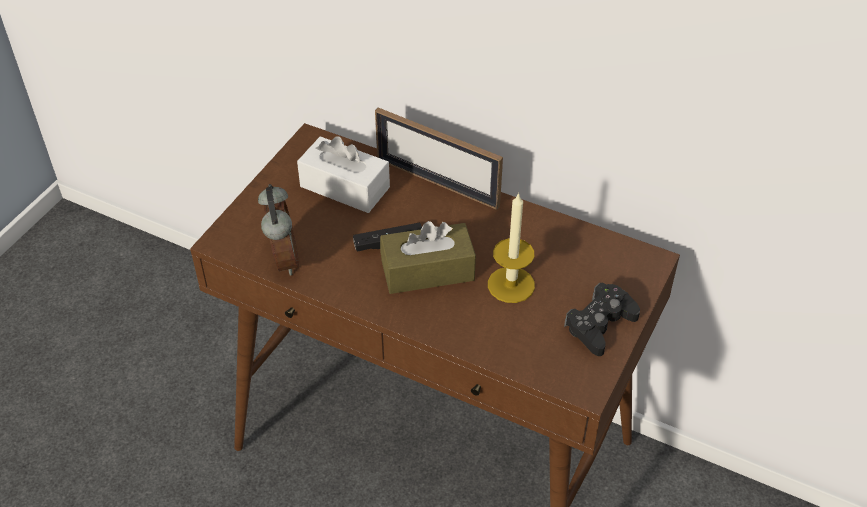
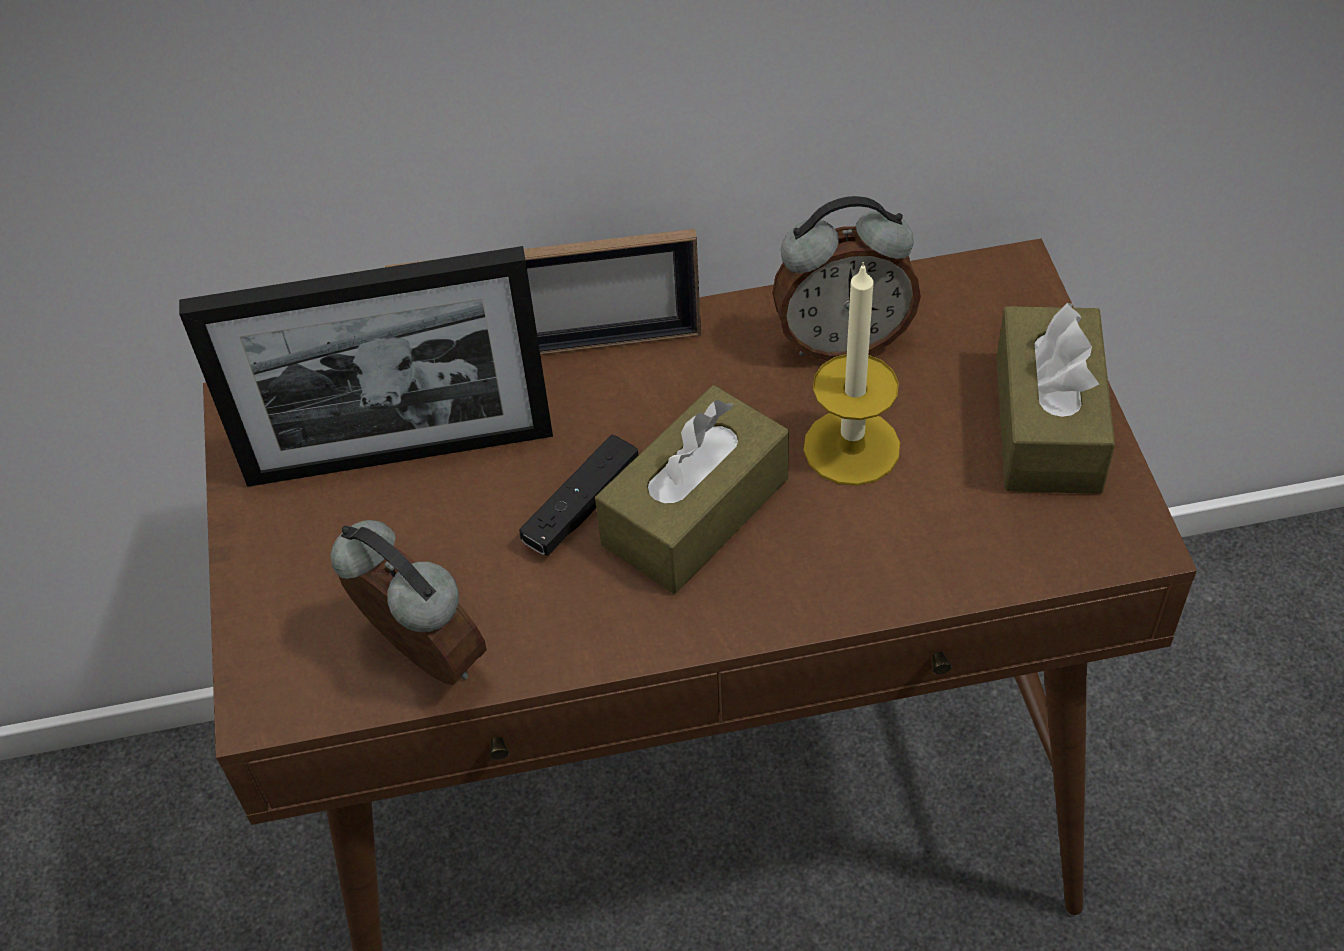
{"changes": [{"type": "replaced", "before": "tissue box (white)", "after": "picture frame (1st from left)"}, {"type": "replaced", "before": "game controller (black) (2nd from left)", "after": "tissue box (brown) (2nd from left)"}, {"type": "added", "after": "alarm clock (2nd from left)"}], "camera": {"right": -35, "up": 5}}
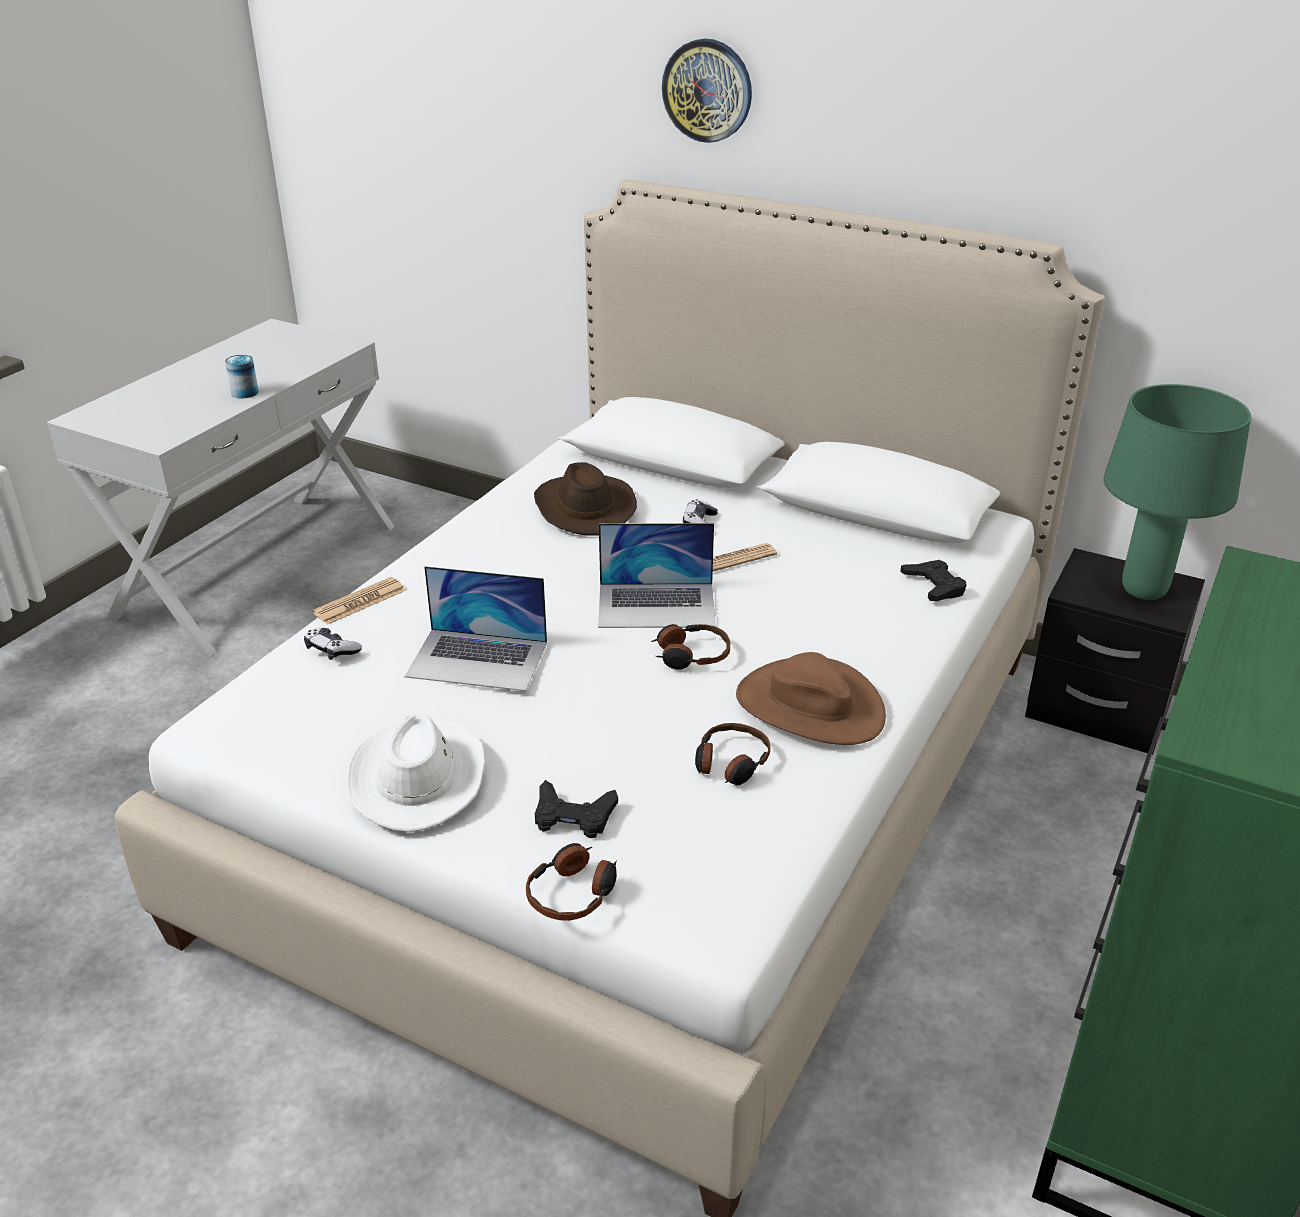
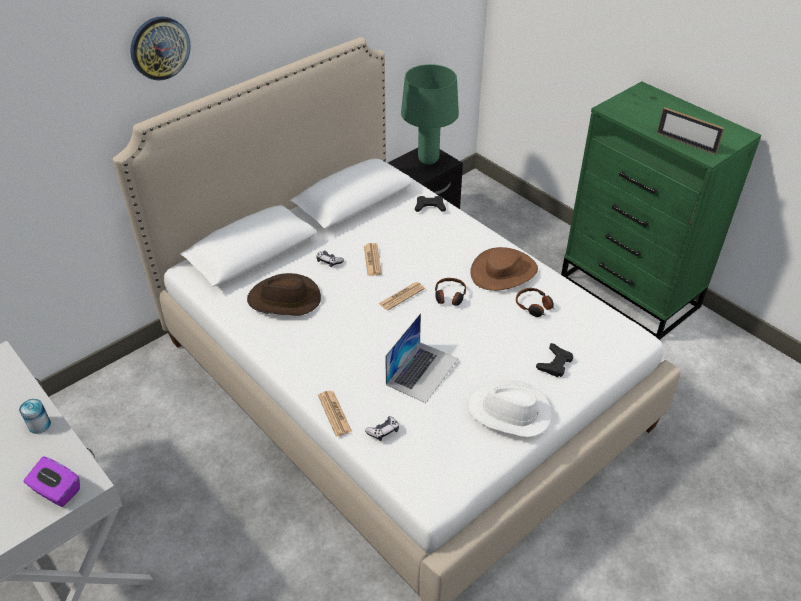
{"changes": [{"type": "replaced", "before": "laptop (2nd from left)", "after": "newspaper (3rd from left)"}, {"type": "removed", "before": "headphones (1st from left)"}, {"type": "added", "after": "picture frame"}, {"type": "added", "after": "tissue box (purple)"}], "camera": {"right": -70, "up": 10}}
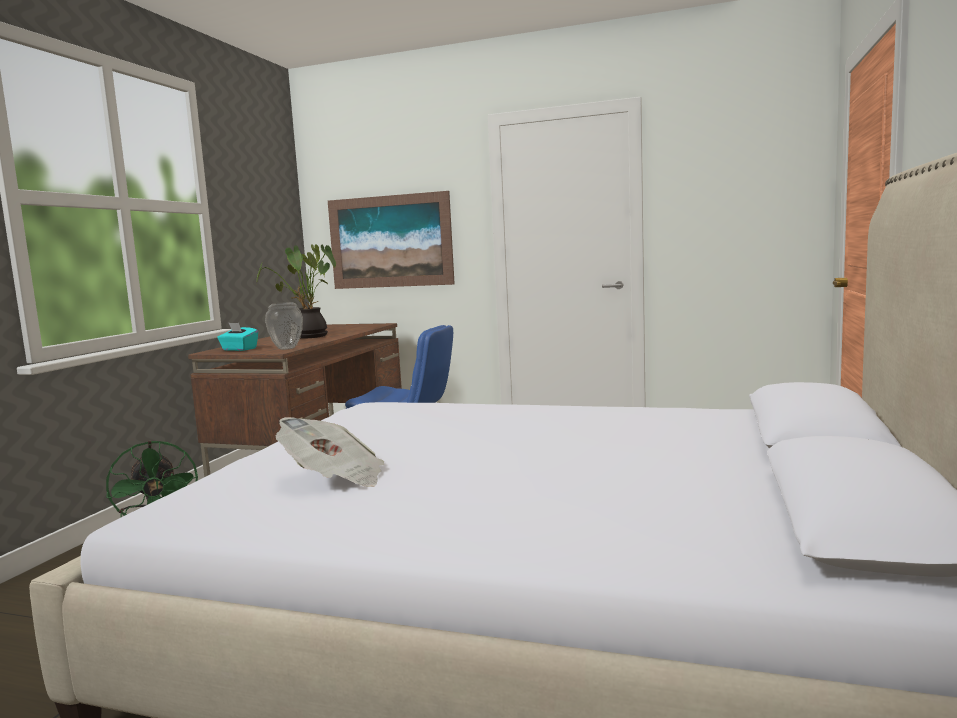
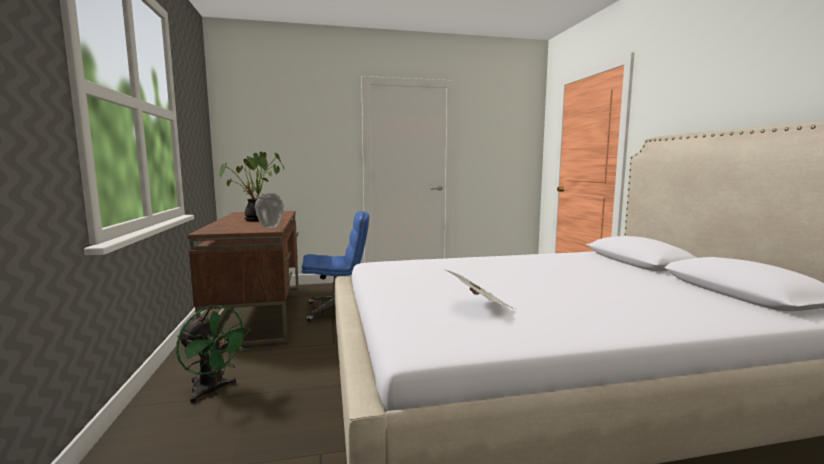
{"changes": [{"type": "removed", "before": "picture"}, {"type": "removed", "before": "tissue box (turquoise)"}], "camera": {"right": -30, "up": 0}}
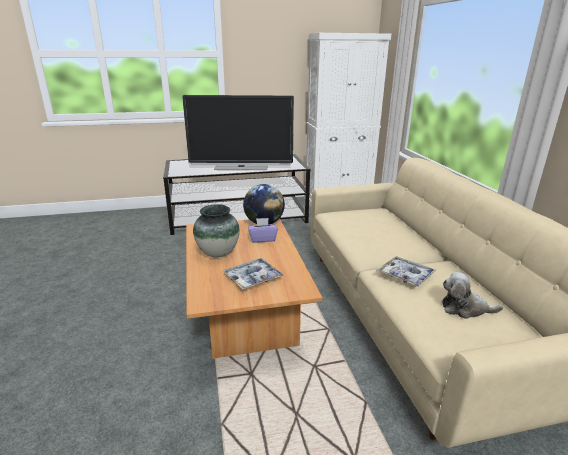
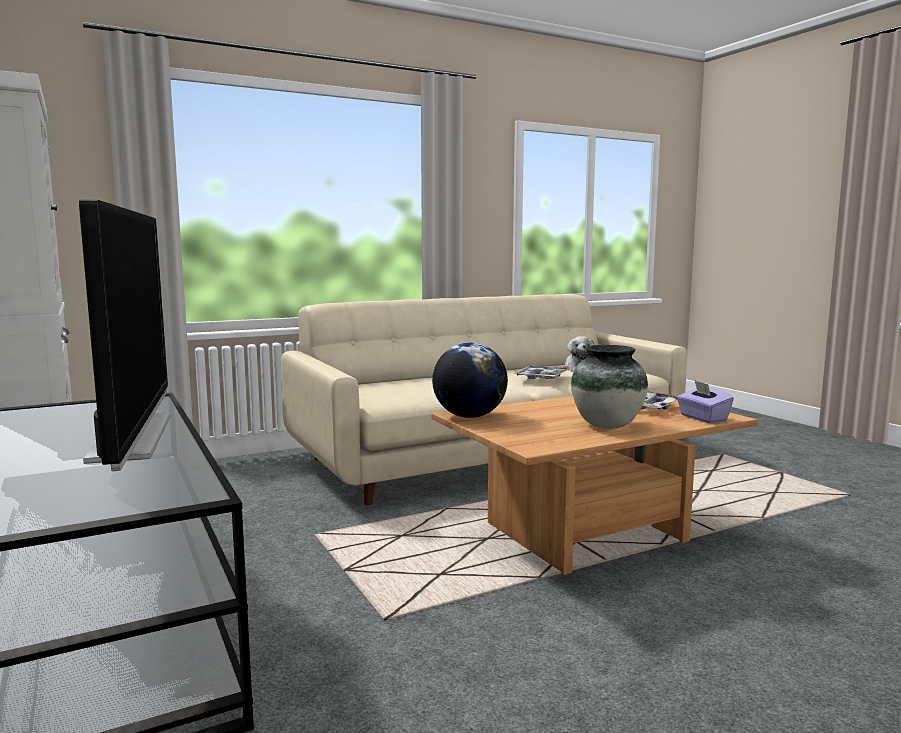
{"changes": [{"type": "moved", "before": "tissue box (purple)"}], "camera": {"right": -105, "up": -15}}
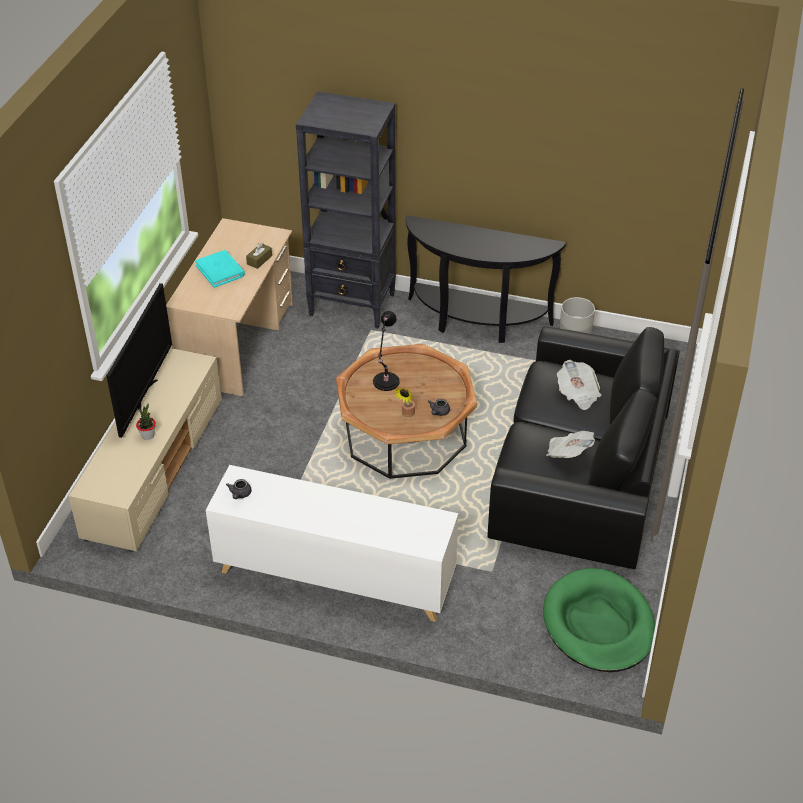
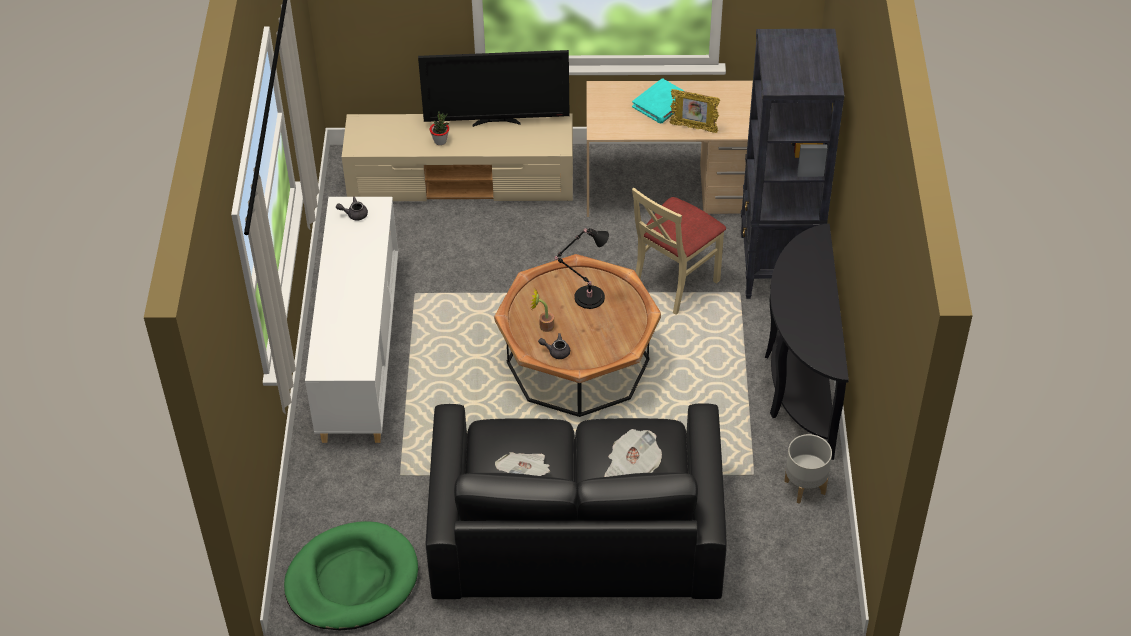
{"changes": [{"type": "replaced", "before": "tissue box (brown)", "after": "picture frame"}, {"type": "added", "after": "chair (beige)"}], "camera": {"right": 75, "up": 5}}
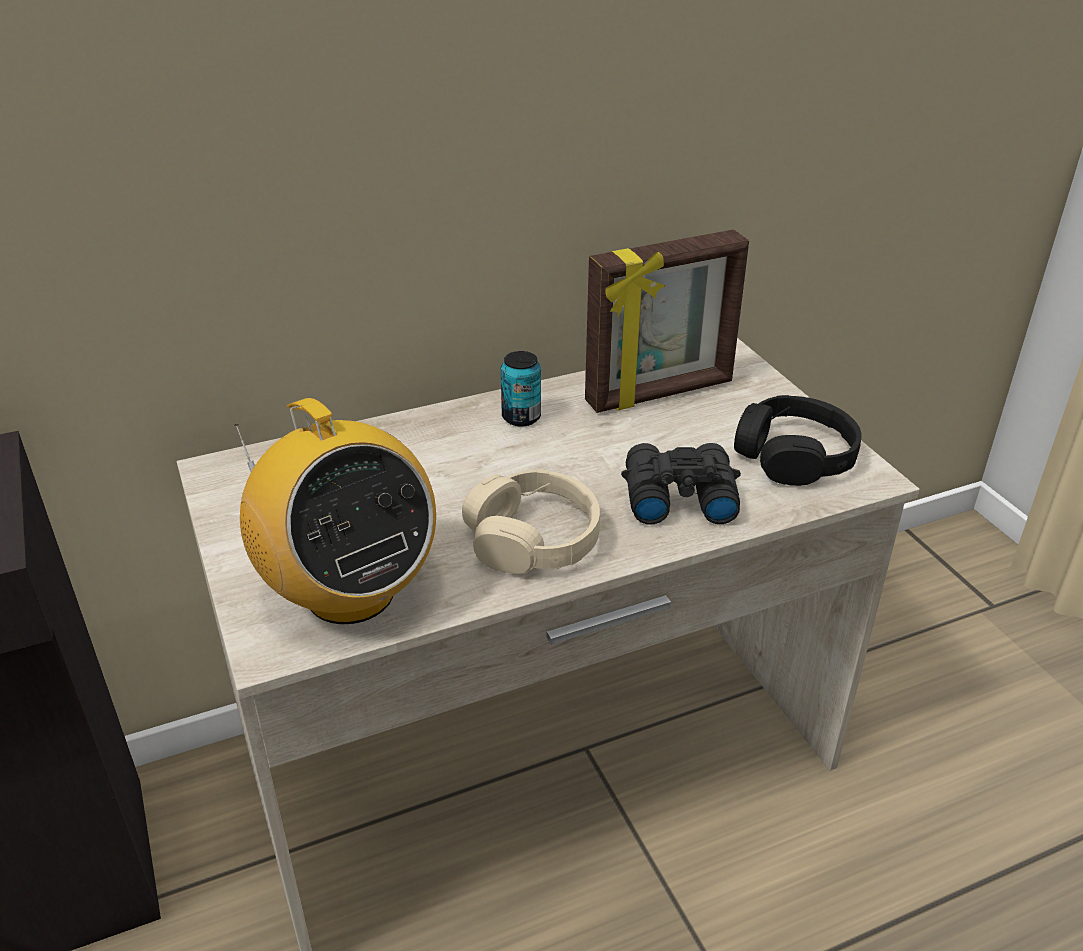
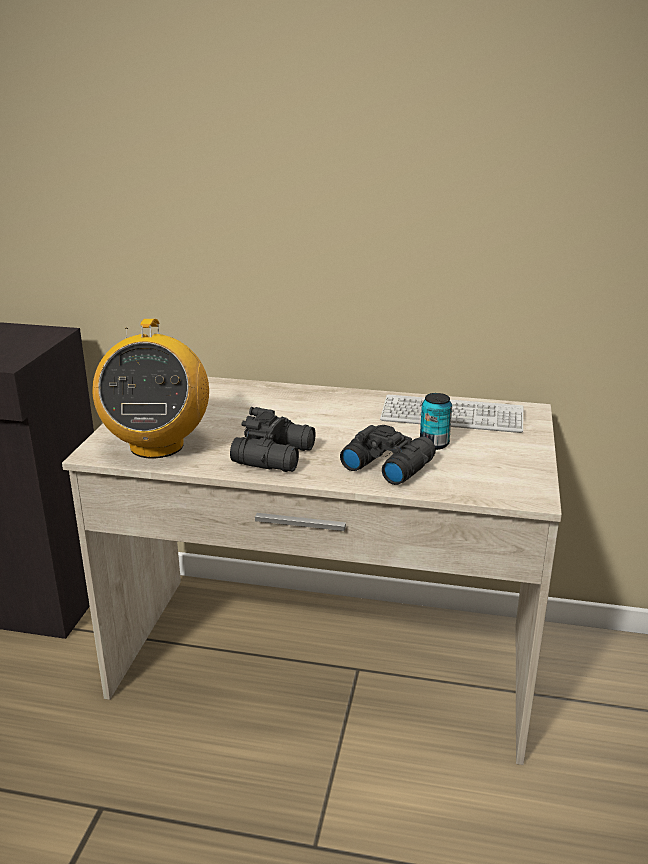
{"changes": [{"type": "replaced", "before": "picture frame", "after": "keyboard"}, {"type": "moved", "before": "can"}, {"type": "removed", "before": "headphones (black)"}, {"type": "replaced", "before": "headphones (beige)", "after": "binoculars (black) (1st from left)"}], "camera": {"right": 35, "up": -10}}
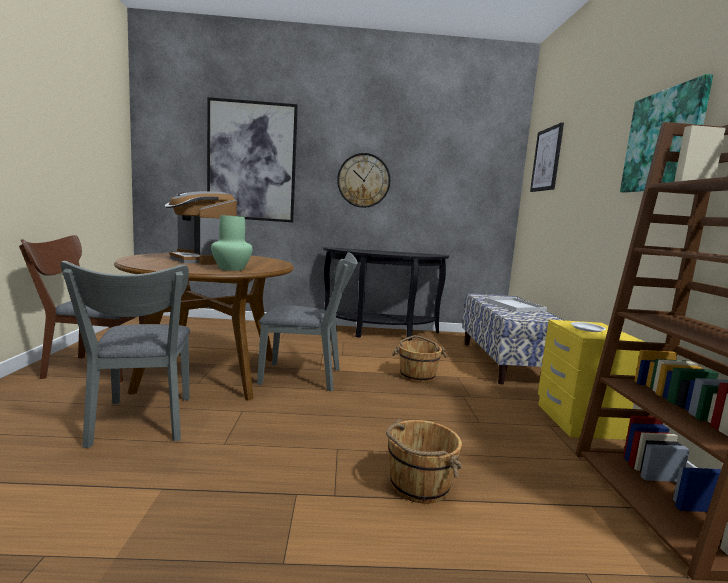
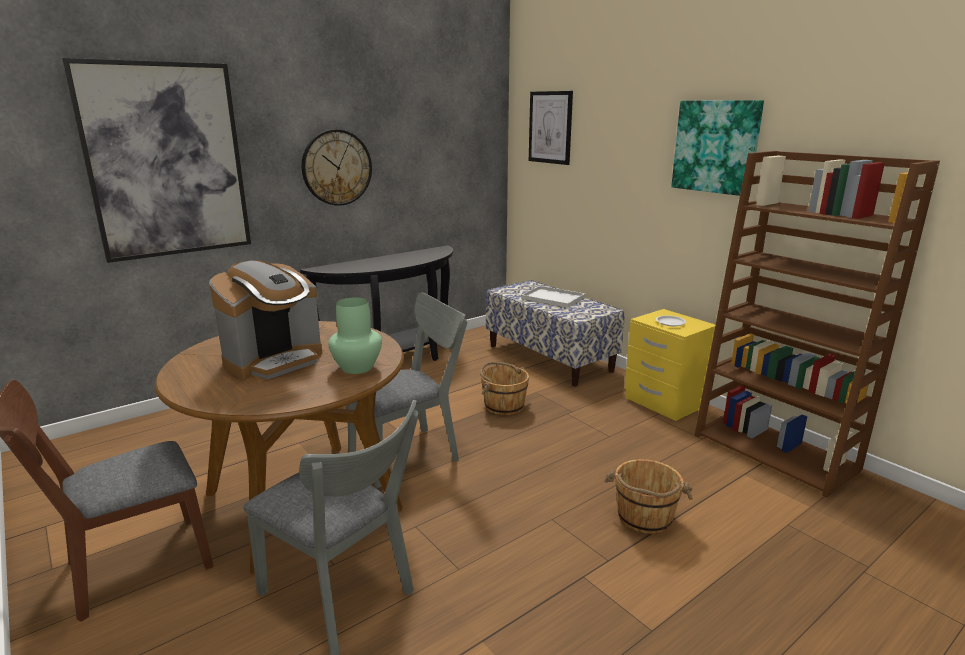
{"changes": [{"type": "turned", "before": "coffee machine", "turn": -60}], "camera": {"right": -35, "up": 10}}
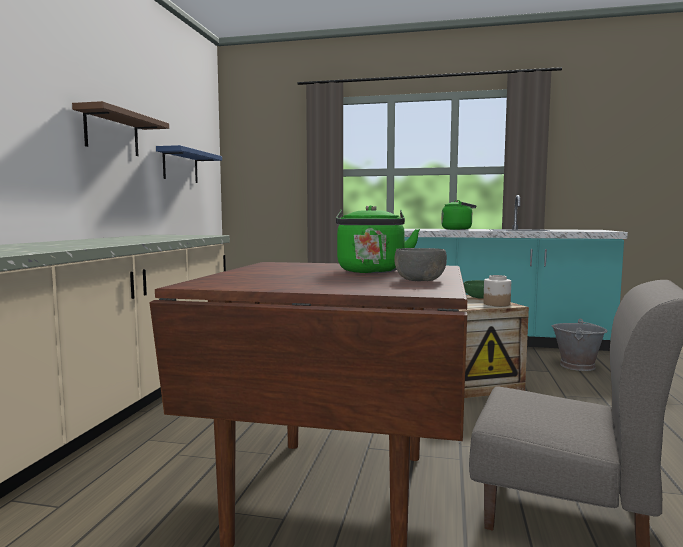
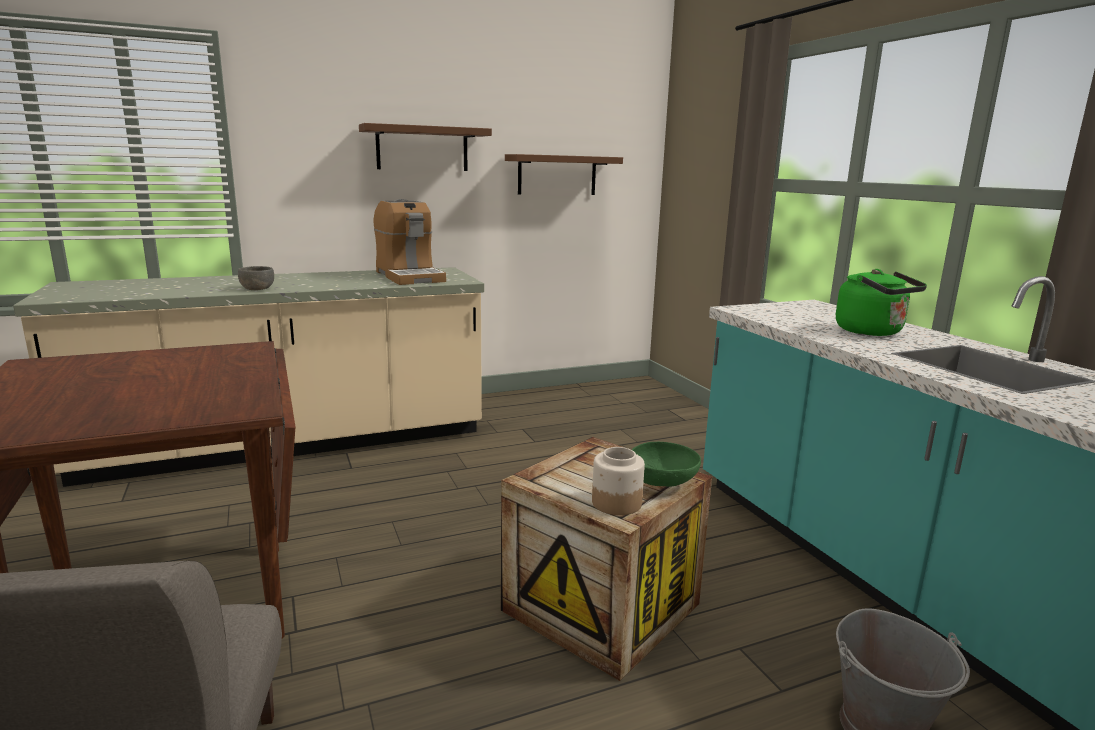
{"changes": [{"type": "recoloured", "before": "shelf (blue)", "after": "shelf (brown) (2nd from left)"}, {"type": "removed", "before": "kettle (green) (1st from left)"}, {"type": "moved", "before": "bowl (grey)"}, {"type": "added", "after": "coffee machine"}], "camera": {"right": 55, "up": 10}}
